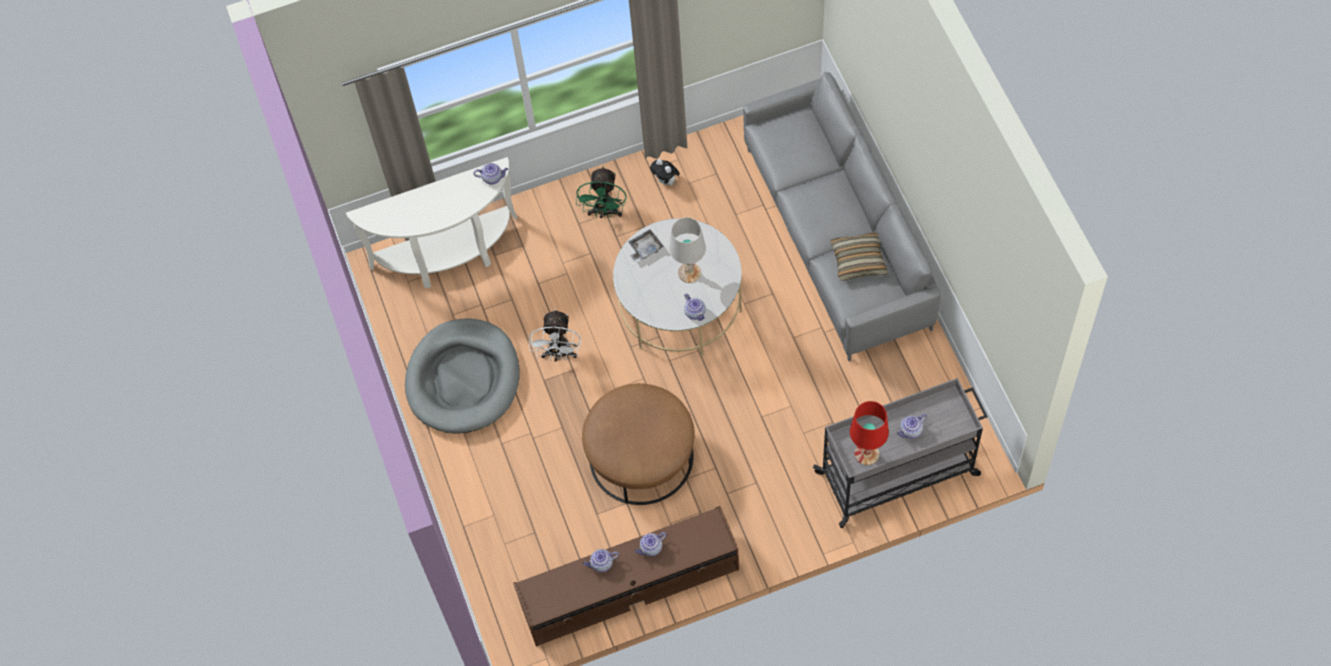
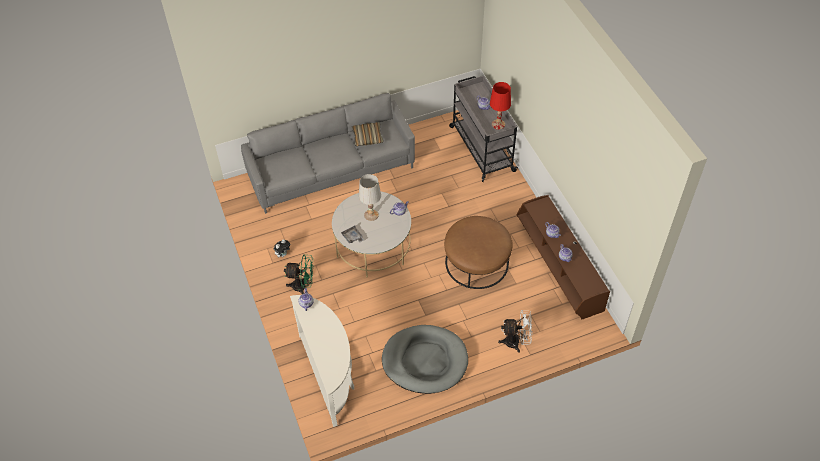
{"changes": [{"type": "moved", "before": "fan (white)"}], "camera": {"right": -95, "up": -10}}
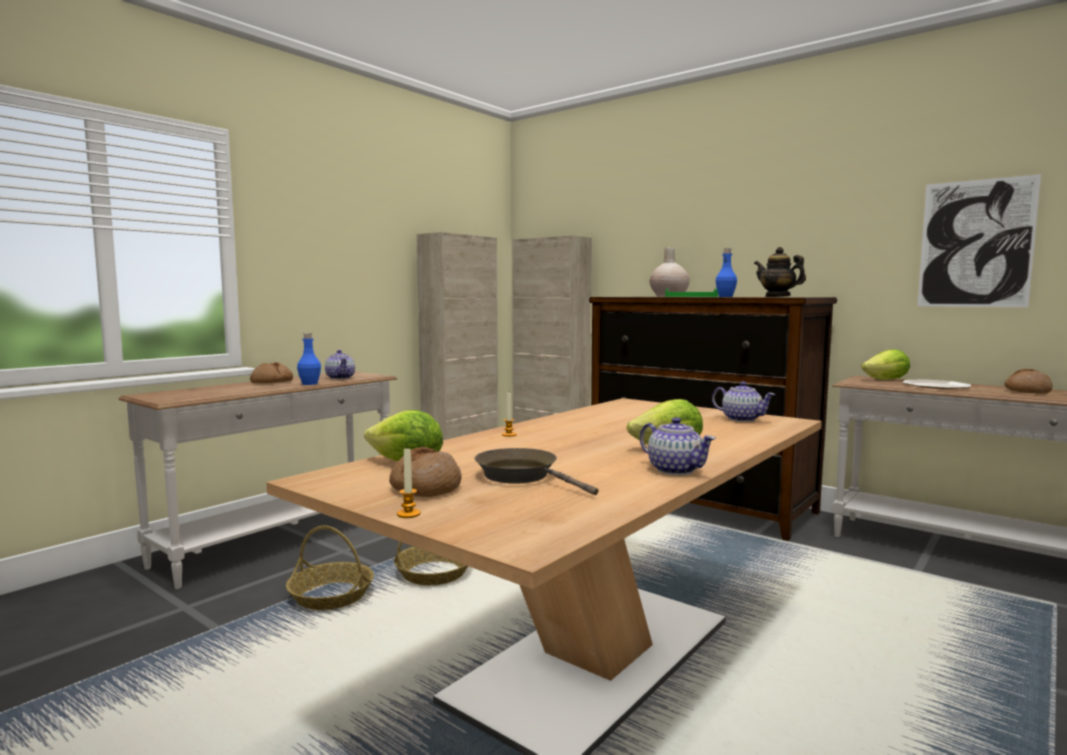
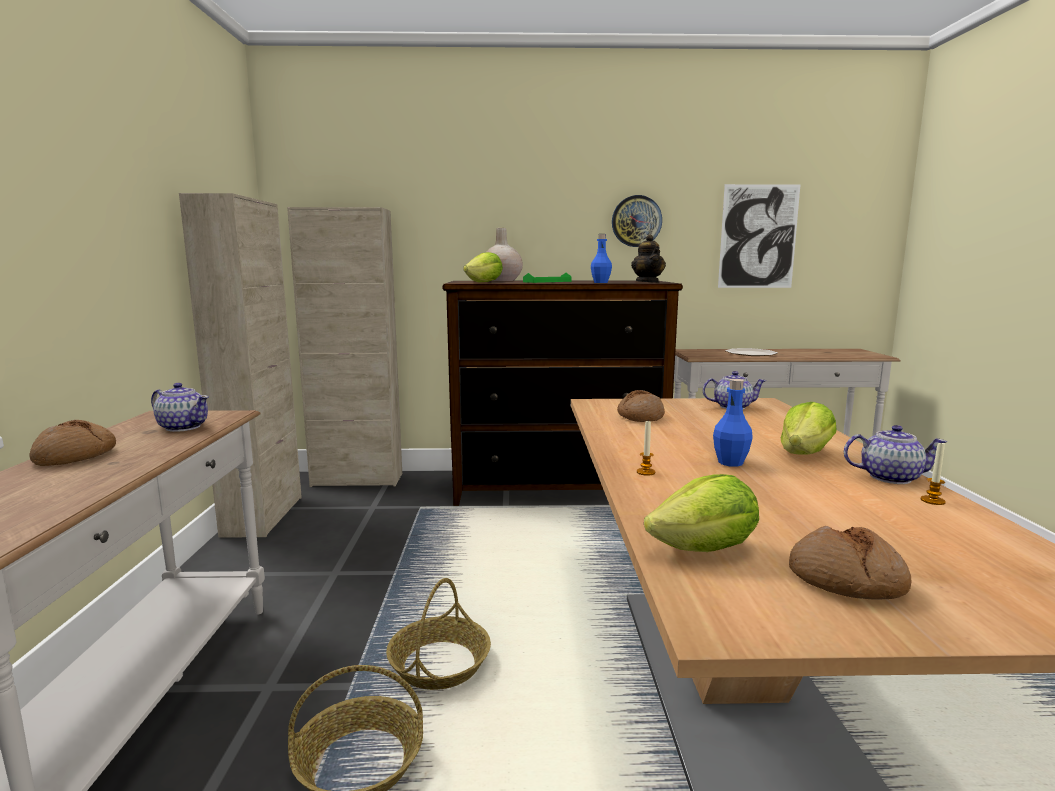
{"changes": [{"type": "turned", "before": "teapot (4th from left in the first image)", "turn": -105}, {"type": "moved", "before": "bottle (blue) (1st from left in the first image)", "after": "bottle (blue) (2nd from left)"}, {"type": "moved", "before": "lettuce (3rd from left in the first image)", "after": "lettuce (1st from left)"}, {"type": "moved", "before": "bread (3rd from left in the first image)", "after": "bread (2nd from left)"}, {"type": "removed", "before": "frying pan (brown)"}, {"type": "moved", "before": "candle (1st from left in the first image)", "after": "candle (2nd from left)"}, {"type": "added", "after": "wall clock"}], "camera": {"right": -40, "up": 5}}
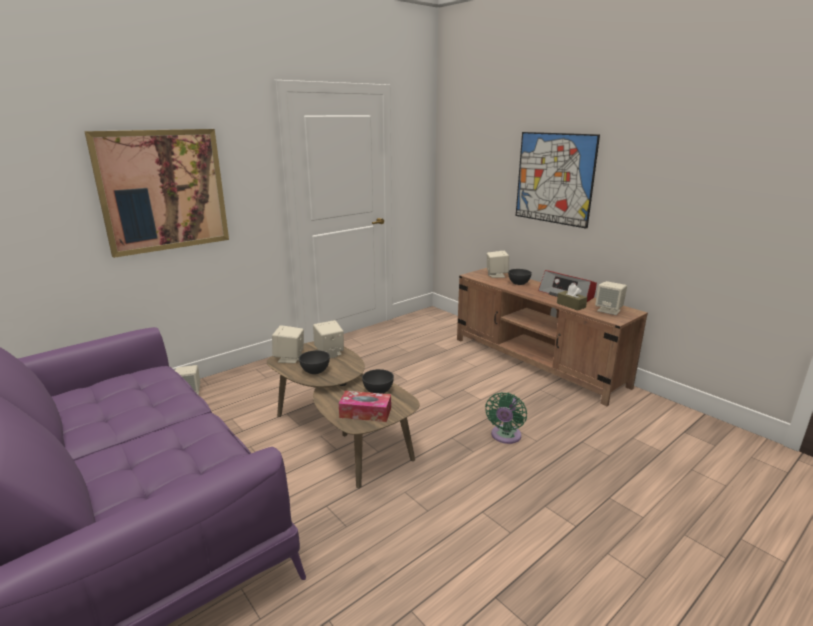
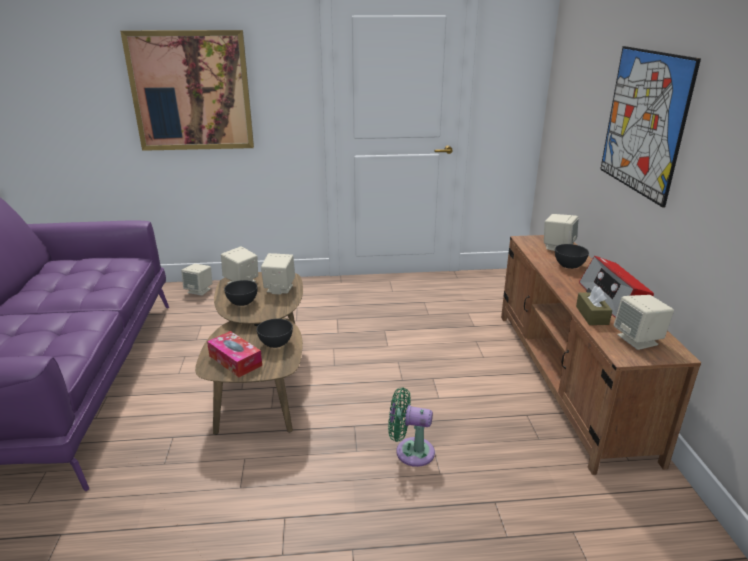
{"changes": [{"type": "turned", "before": "fan (green)", "turn": 45}], "camera": {"right": 35, "up": 5}}
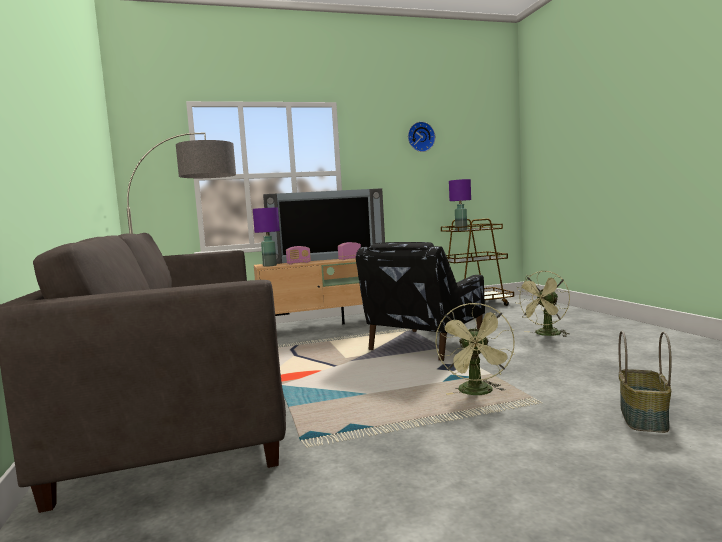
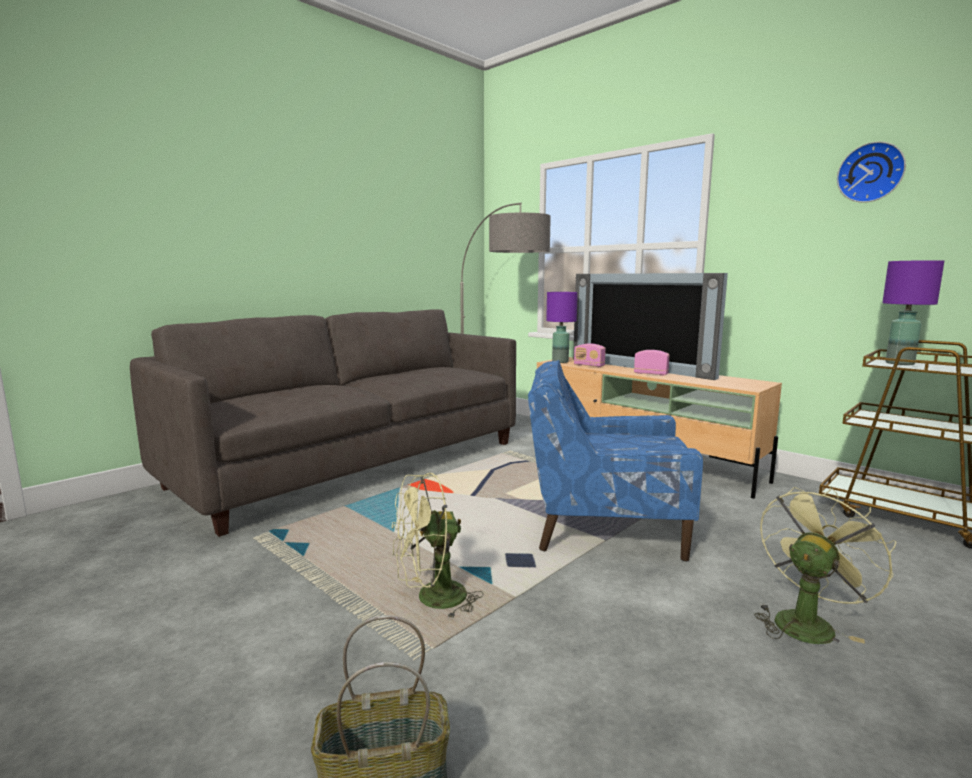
{"changes": [{"type": "recoloured", "before": "armchair (black)", "after": "armchair (blue)"}, {"type": "turned", "before": "fan (green) (2nd from left)", "turn": 120}], "camera": {"right": 60, "up": 5}}
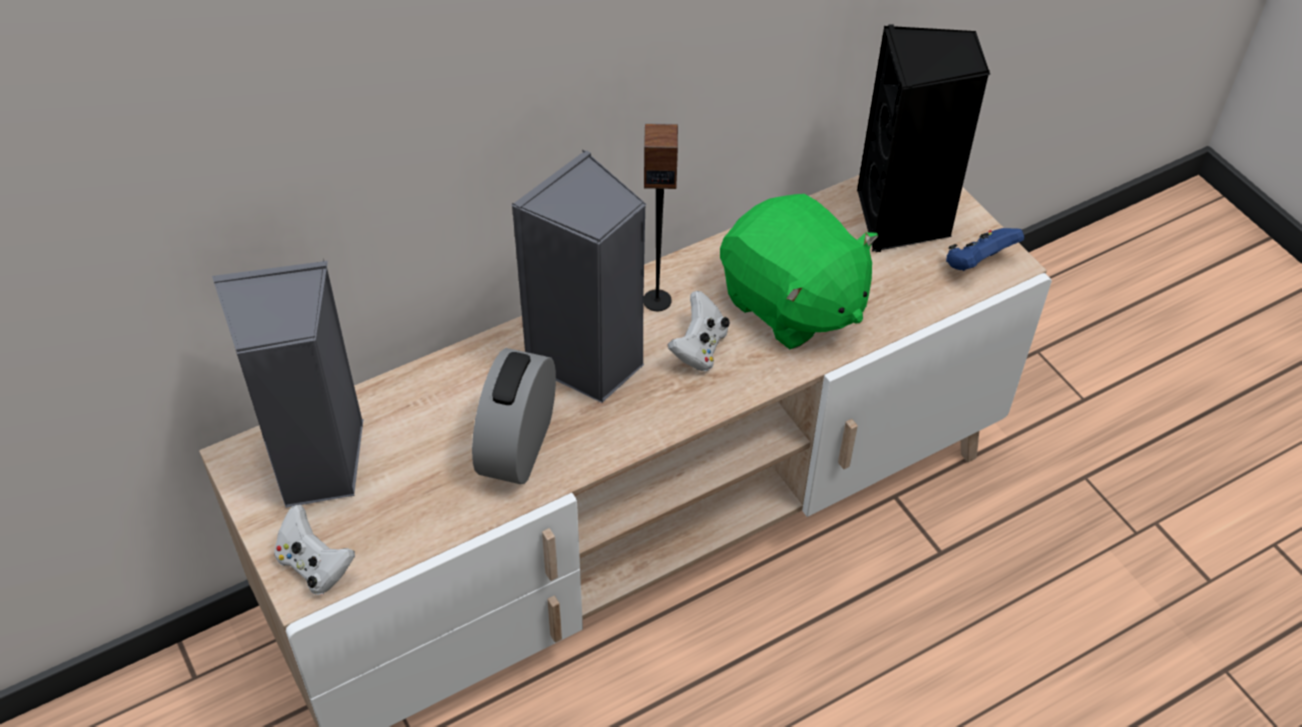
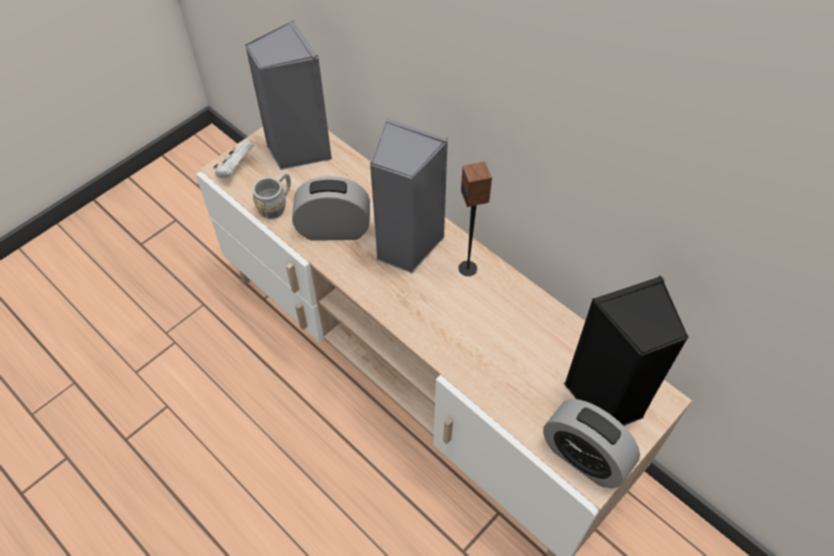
{"changes": [{"type": "removed", "before": "plush toy (green)"}, {"type": "replaced", "before": "game controller (blue)", "after": "alarm clock (2nd from left)"}, {"type": "removed", "before": "game controller (white) (2nd from left)"}, {"type": "added", "after": "mug (grey)"}], "camera": {"right": 75, "up": 5}}
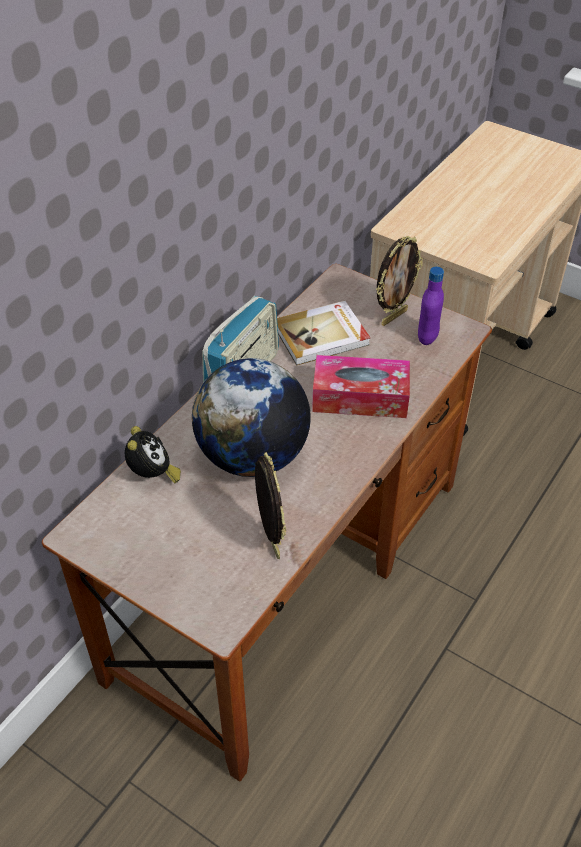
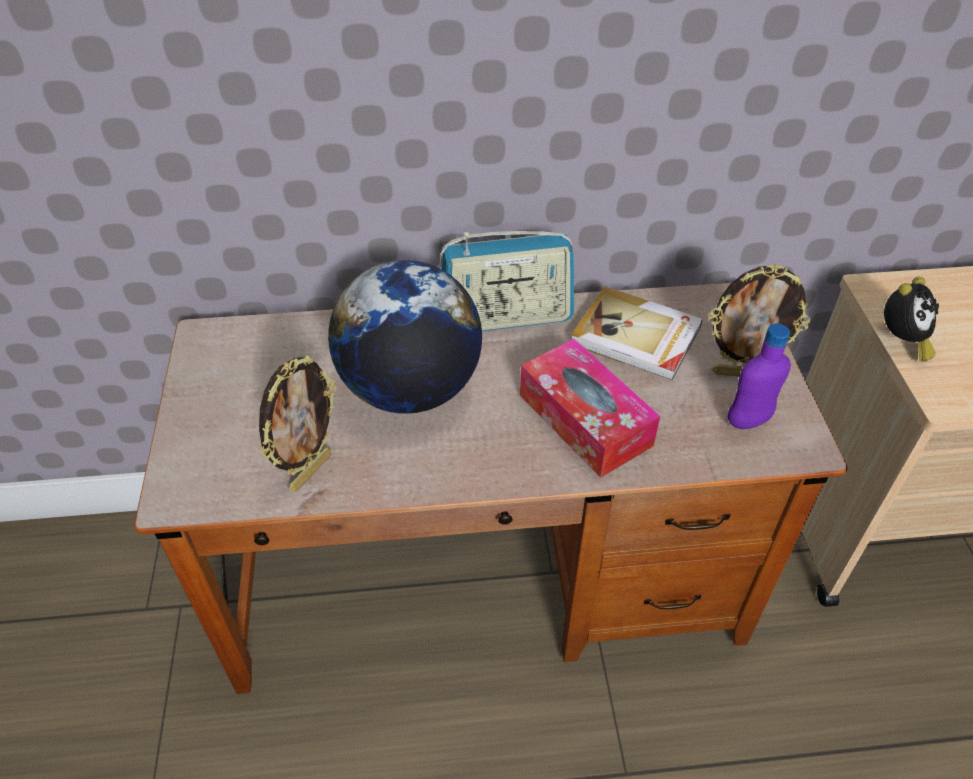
{"changes": [{"type": "moved", "before": "alarm clock"}], "camera": {"right": 50, "up": 0}}
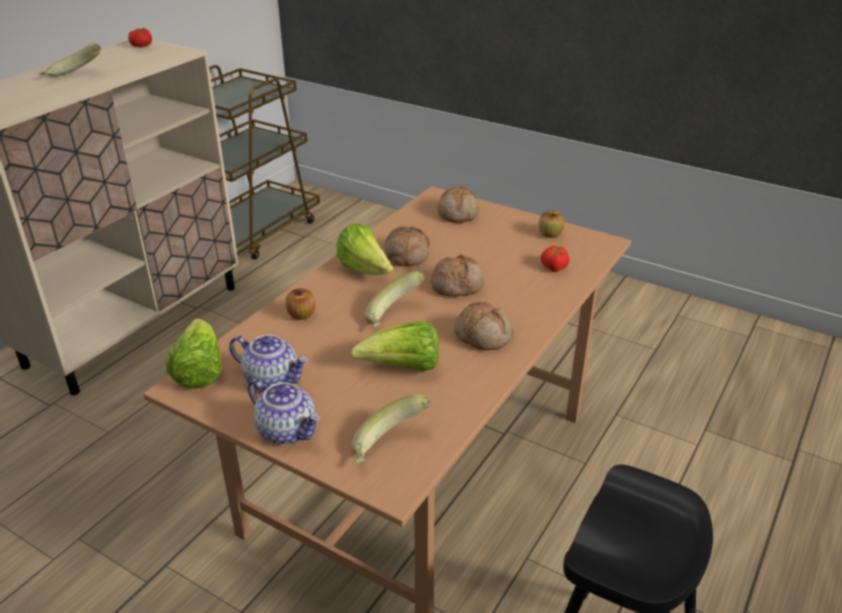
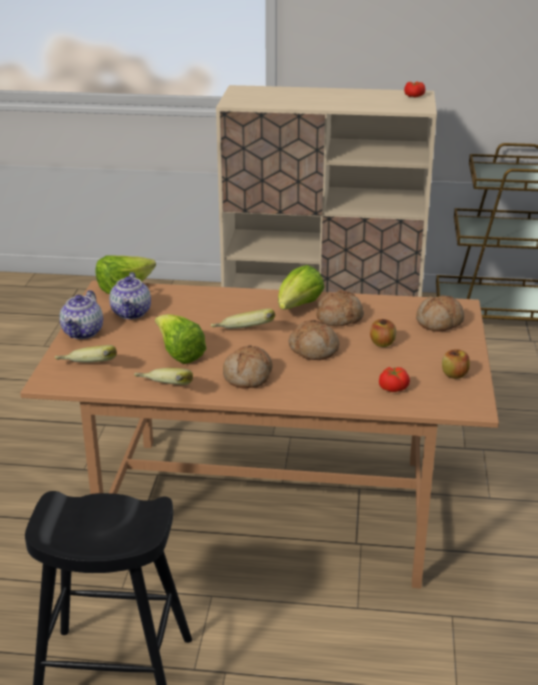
{"changes": [{"type": "moved", "before": "banana (1st from left in the first image)", "after": "banana (2nd from left)"}, {"type": "moved", "before": "apple (1st from left)"}], "camera": {"right": 65, "up": -5}}
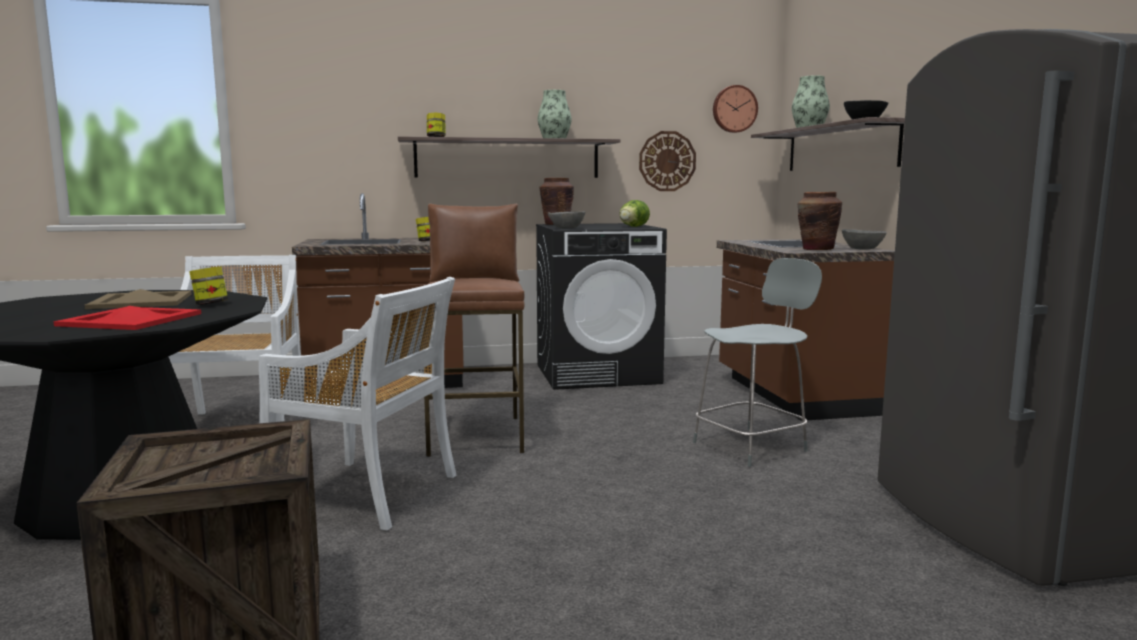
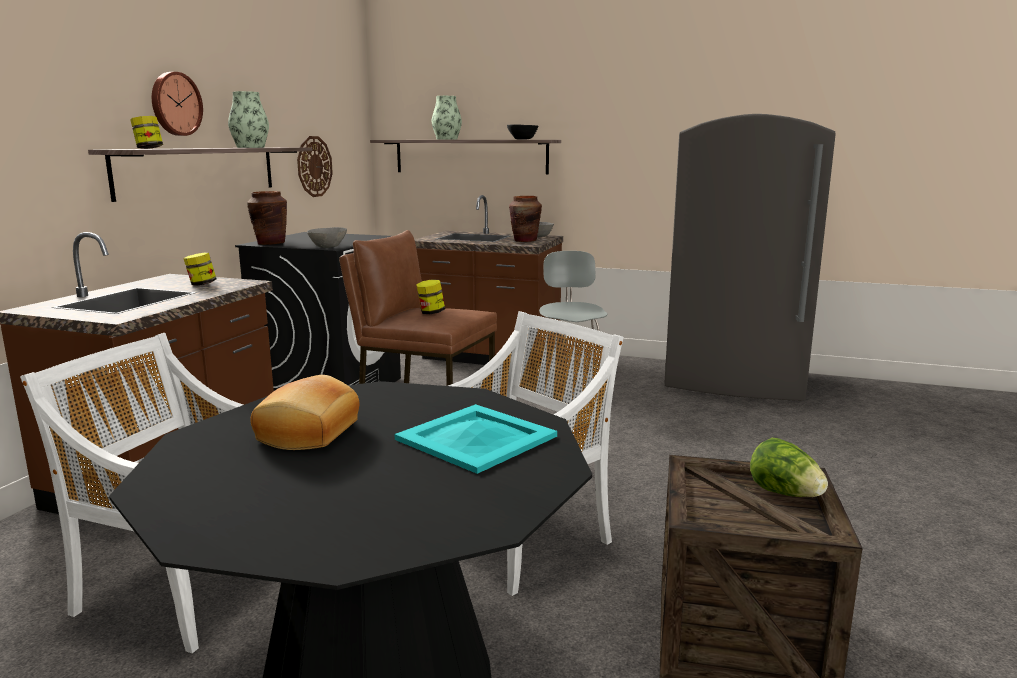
{"changes": [{"type": "moved", "before": "wall clock (2nd from left in the first image)", "after": "wall clock (1st from left)"}, {"type": "moved", "before": "lettuce"}, {"type": "moved", "before": "jar (1st from left in the first image)", "after": "jar (3rd from left)"}, {"type": "replaced", "before": "tray (beige)", "after": "bread"}, {"type": "recoloured", "before": "tray (red)", "after": "tray (turquoise)"}], "camera": {"right": -60, "up": 5}}
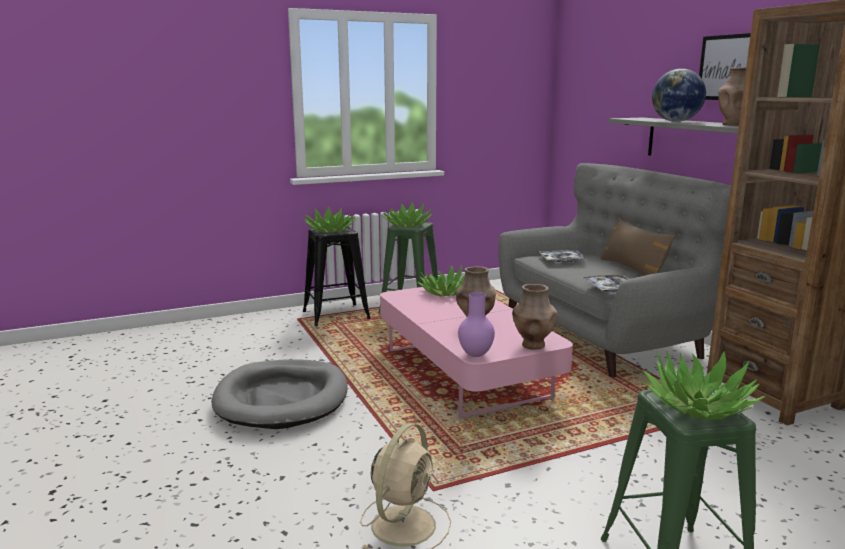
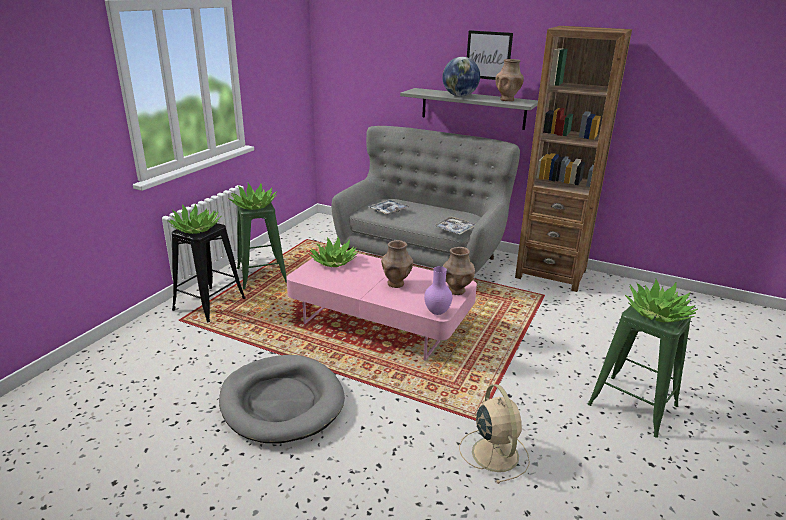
{"changes": [{"type": "removed", "before": "pillow (brown)"}], "camera": {"right": -40, "up": 10}}
